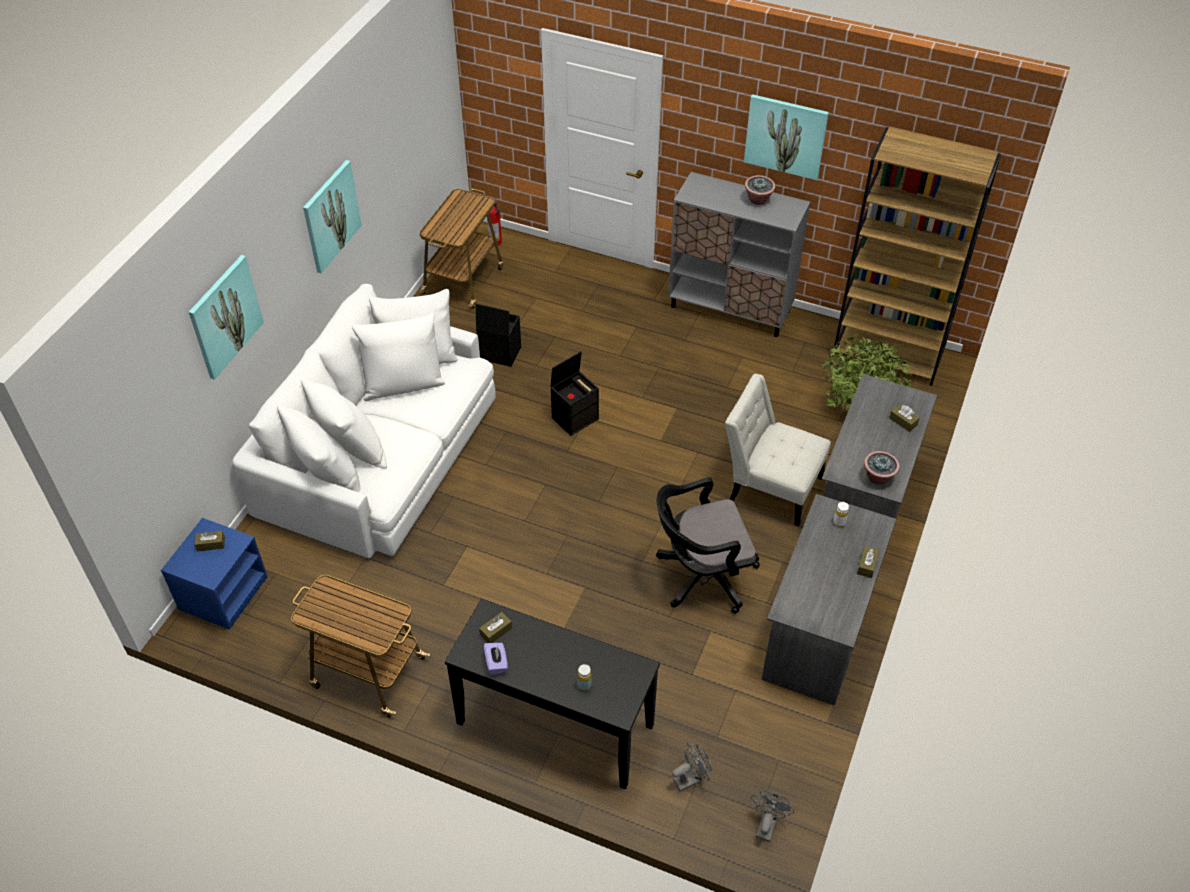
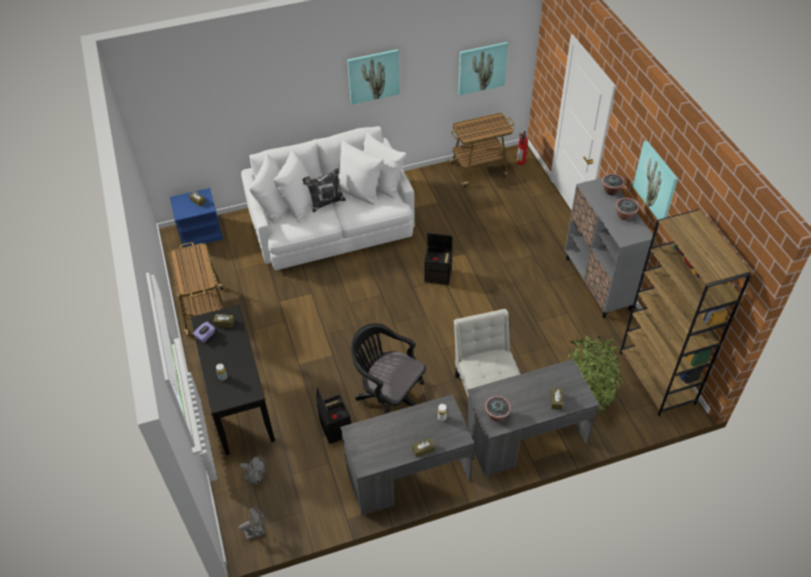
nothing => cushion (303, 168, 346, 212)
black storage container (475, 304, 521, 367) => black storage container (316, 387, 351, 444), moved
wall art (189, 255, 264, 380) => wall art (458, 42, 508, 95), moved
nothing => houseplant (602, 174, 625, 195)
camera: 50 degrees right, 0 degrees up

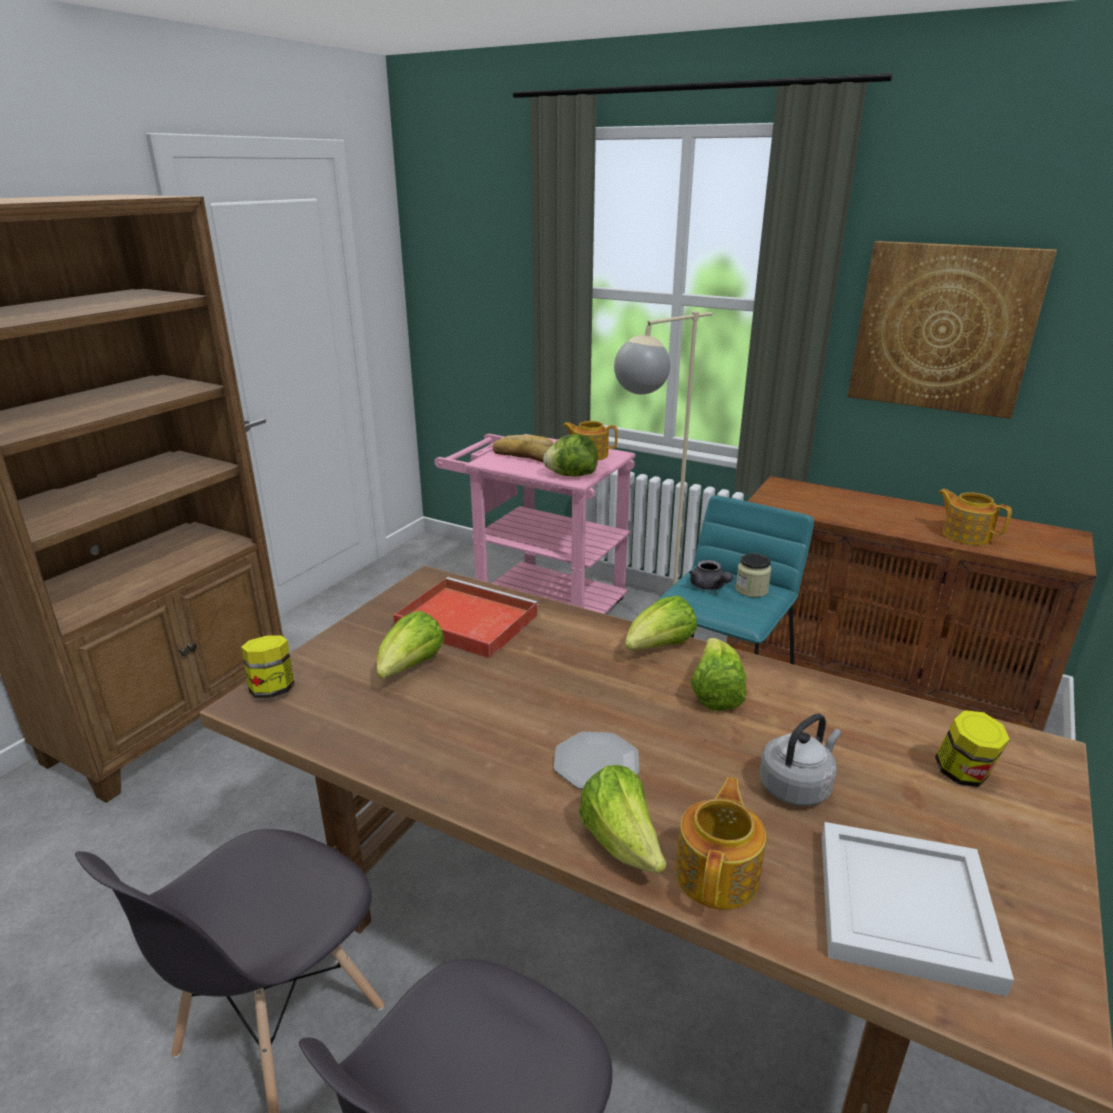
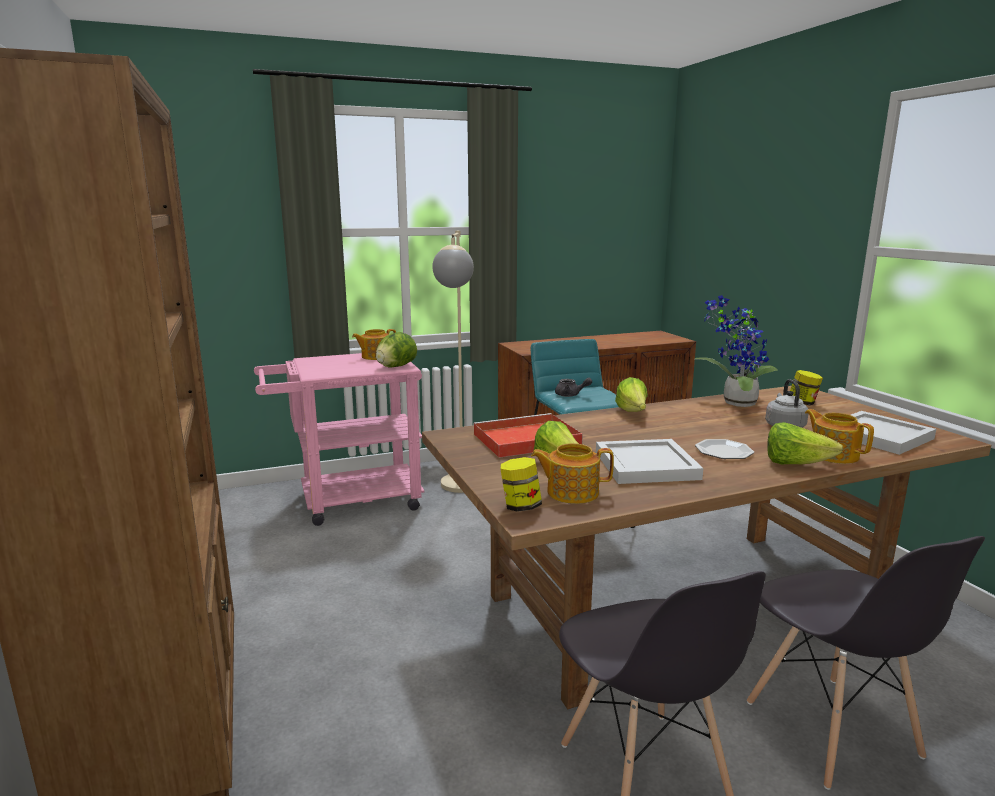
pot for tea (938, 489, 1012, 545) => pot for tea (531, 443, 614, 504), moved
nothing => whitish tray (596, 439, 703, 484)
nothing => houseplant (695, 295, 778, 407)
bread (493, 435, 554, 462) => nothing
lettuce head (690, 638, 747, 711) => nothing
preserve jar (736, 553, 771, 597) => nothing
wall art (847, 241, 1057, 419) => nothing
camera: 50 degrees left, 10 degrees down

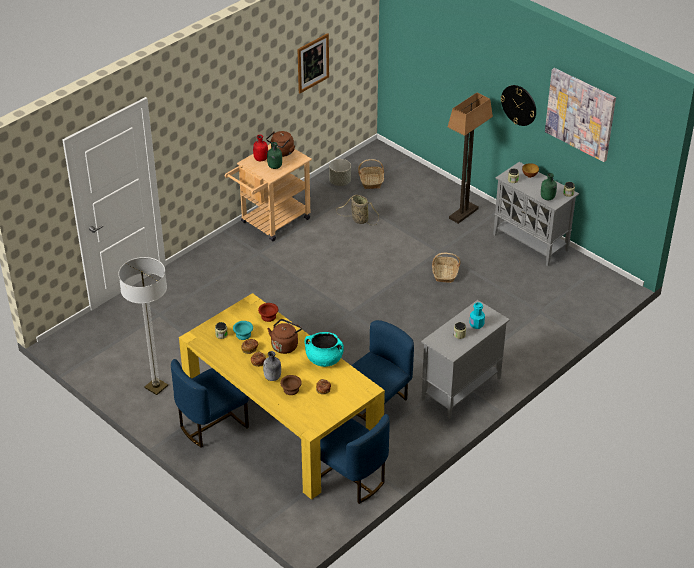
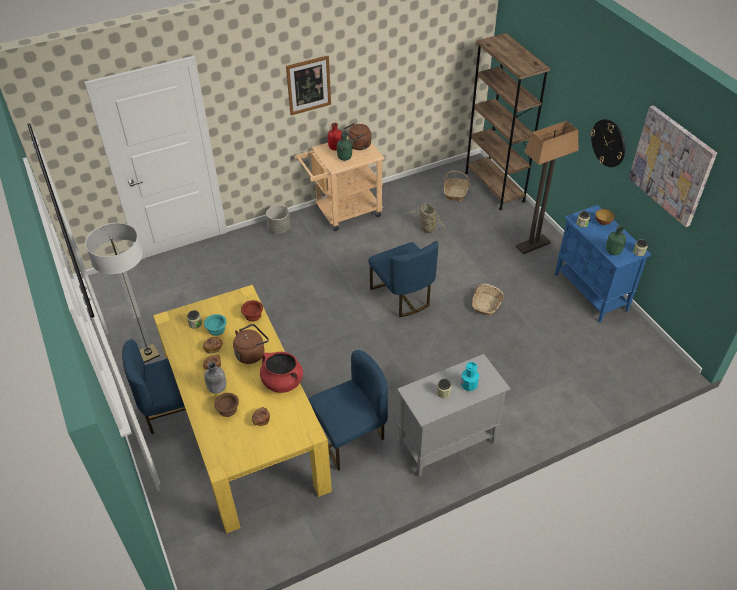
blue-green stockpot (305, 332, 344, 367) => red stockpot (260, 352, 303, 393)
grey plant pot (329, 159, 351, 186) => grey plant pot (266, 205, 290, 234), moved
wall art (298, 33, 329, 93) => wall art (286, 56, 331, 115), moved
blue plain chair (320, 414, 390, 504) => blue plain chair (368, 241, 438, 317), moved
nothing => brown shelving unit (465, 33, 550, 210)
grey cabinet (493, 162, 579, 266) => blue cabinet (555, 205, 651, 323)
camera: 20 degrees right, 5 degrees up

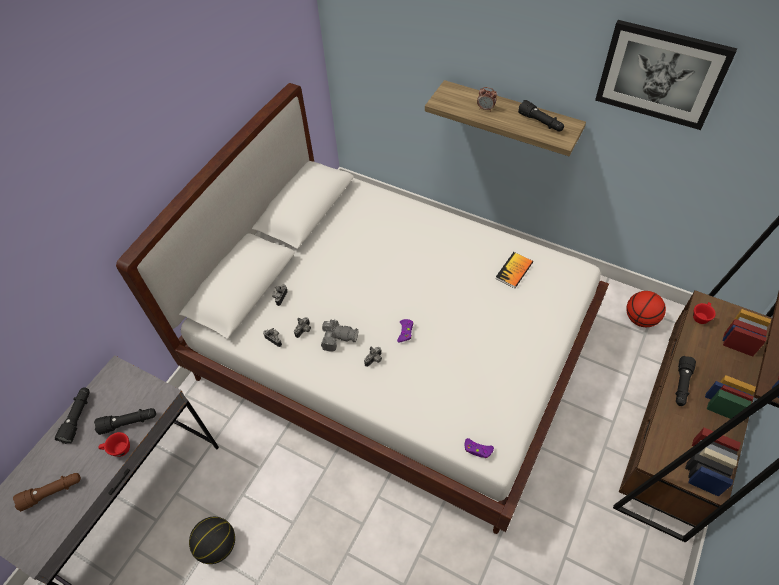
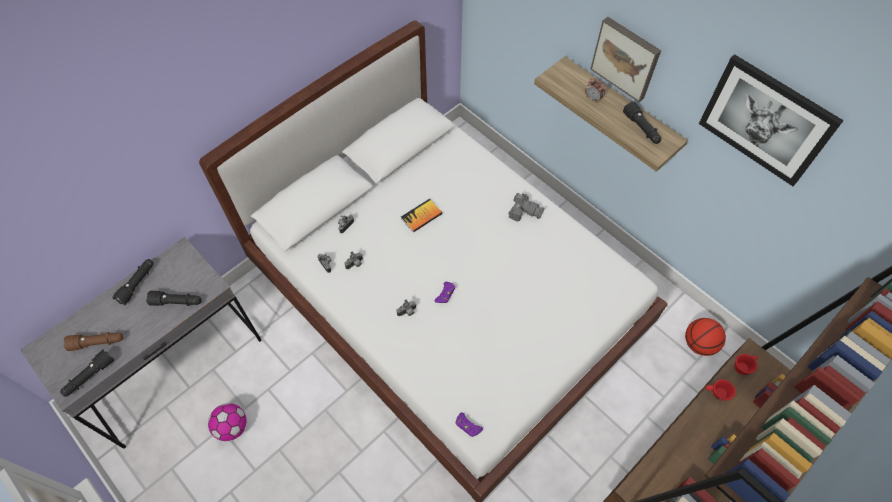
black torch (675, 356, 696, 406) => black torch (60, 349, 114, 397), moved
basketball ball (189, 517, 235, 564) => ball for football (208, 403, 247, 441)
book (496, 252, 533, 288) => book (401, 199, 442, 233), moved
photo camera (321, 319, 358, 352) => photo camera (508, 193, 544, 222), moved
nothing => wall art (591, 17, 661, 102)
red drinking cup (98, 432, 130, 457) => red drinking cup (705, 379, 736, 401), moved
camera: 15 degrees right, 5 degrees up

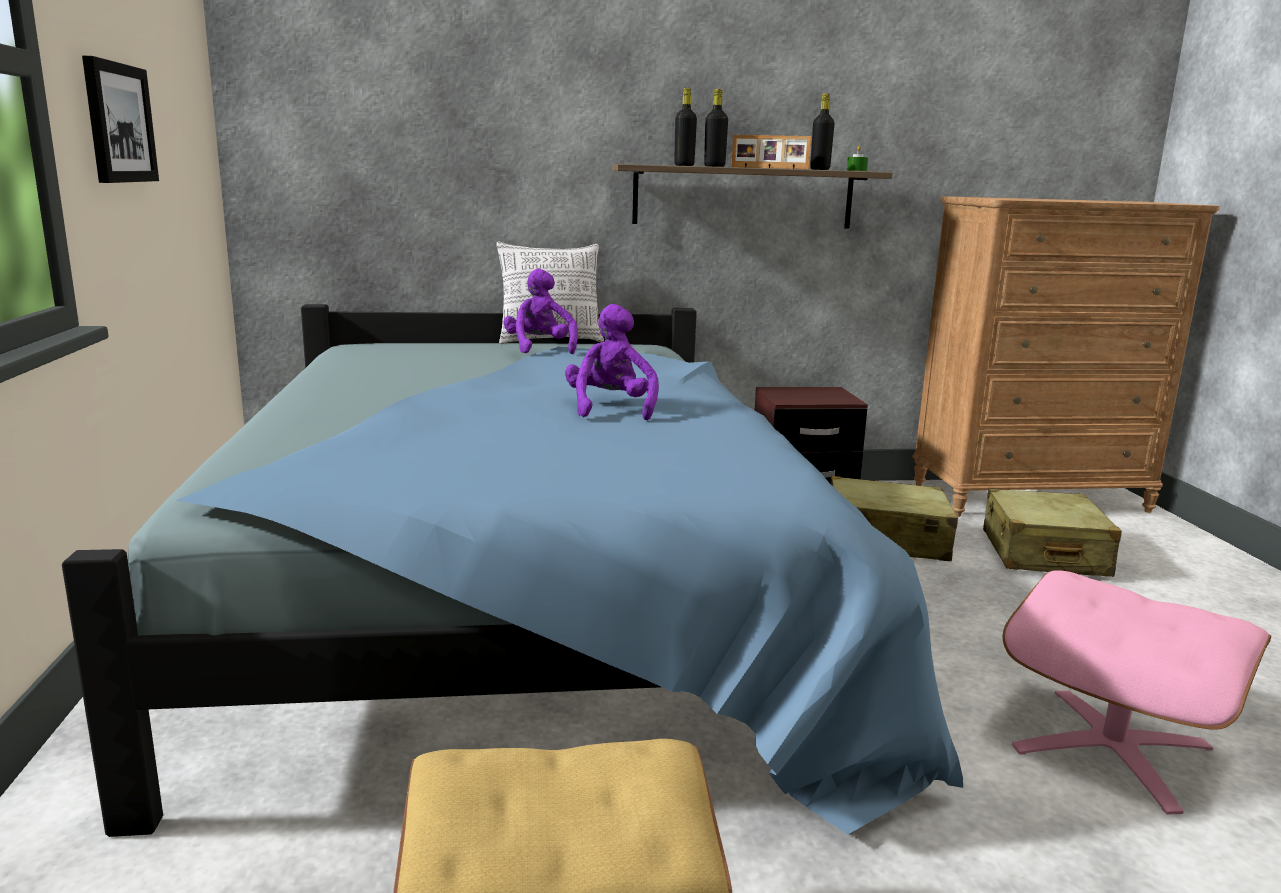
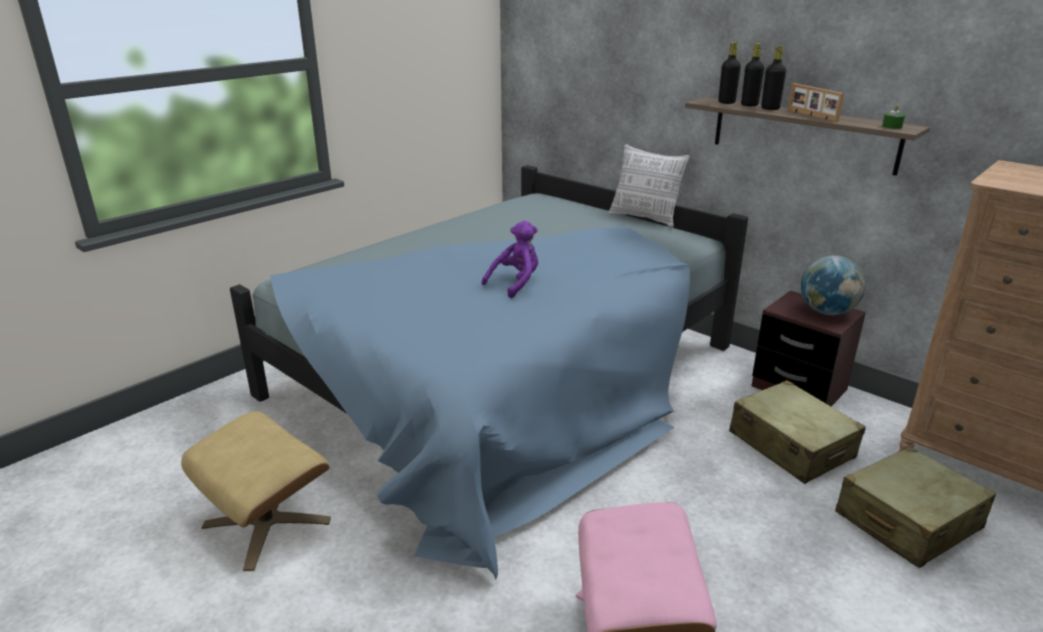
black bottle (810, 93, 834, 170) => black bottle (718, 42, 741, 104), moved
nothing => desk globe (801, 256, 866, 315)
wall art (82, 55, 159, 183) => nothing
purple-coloured soft toy (504, 269, 578, 354) => nothing
camera: 50 degrees right, 10 degrees up

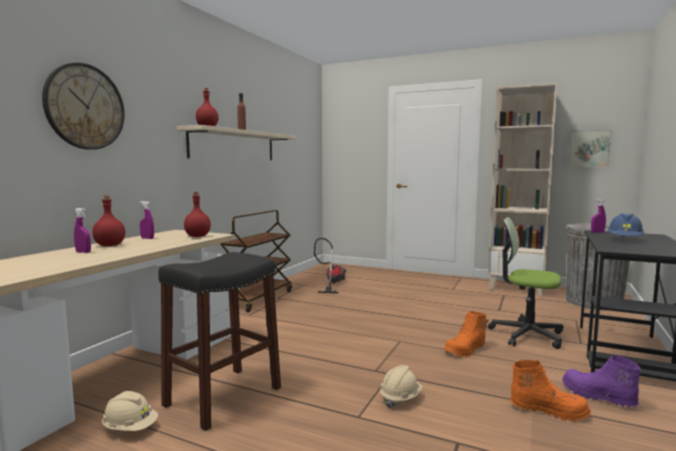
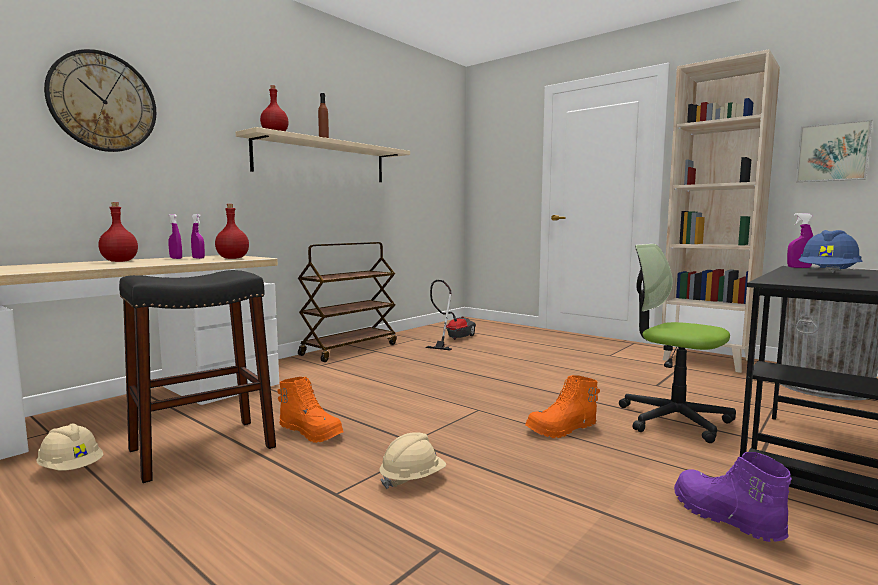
purple-coloured sprayer (74, 208, 91, 253) => purple-coloured sprayer (191, 214, 205, 259), moved
orange high-top boot (510, 360, 591, 421) => orange high-top boot (277, 377, 344, 443), moved
camera: 15 degrees right, 0 degrees up

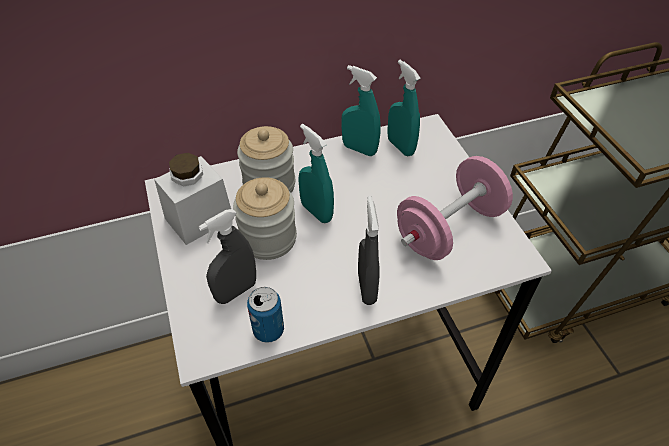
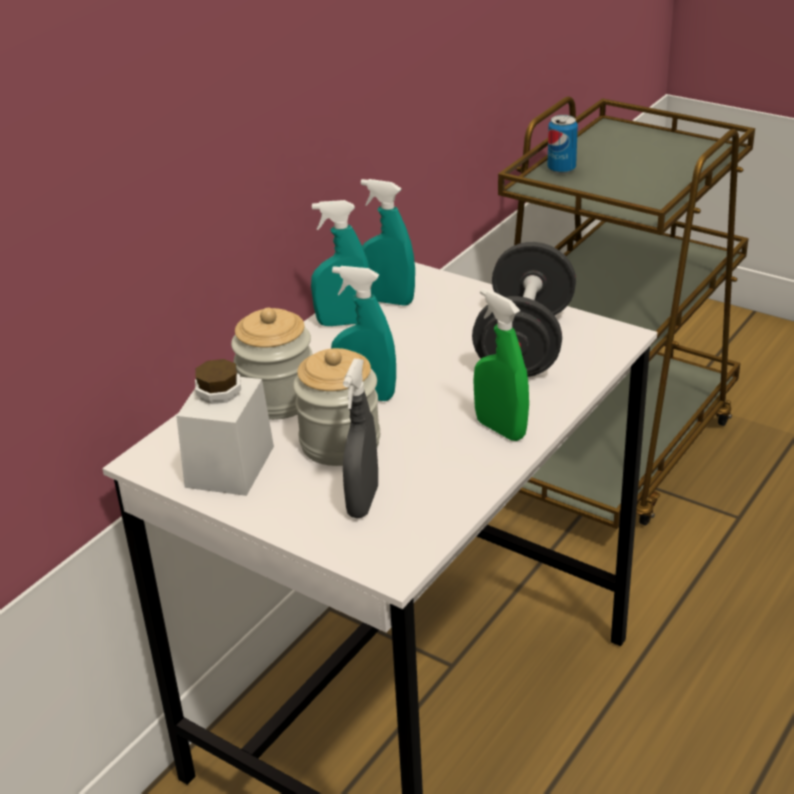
pink hand weight (397, 156, 513, 260) => black hand weight (472, 242, 576, 377)
grey sprayer (358, 196, 380, 305) => green-coloured sprayer (474, 288, 529, 441)
metal can (247, 287, 284, 343) => metal can (547, 115, 578, 174), moved
camera: 35 degrees left, 15 degrees down

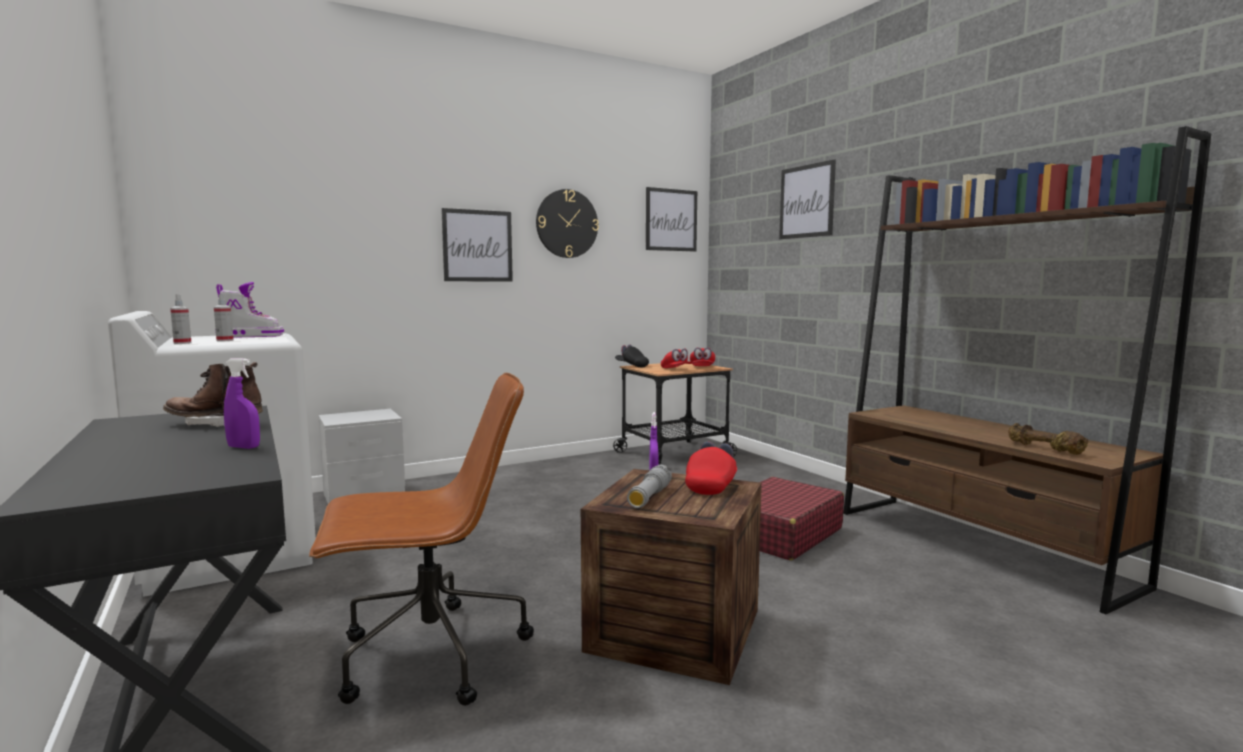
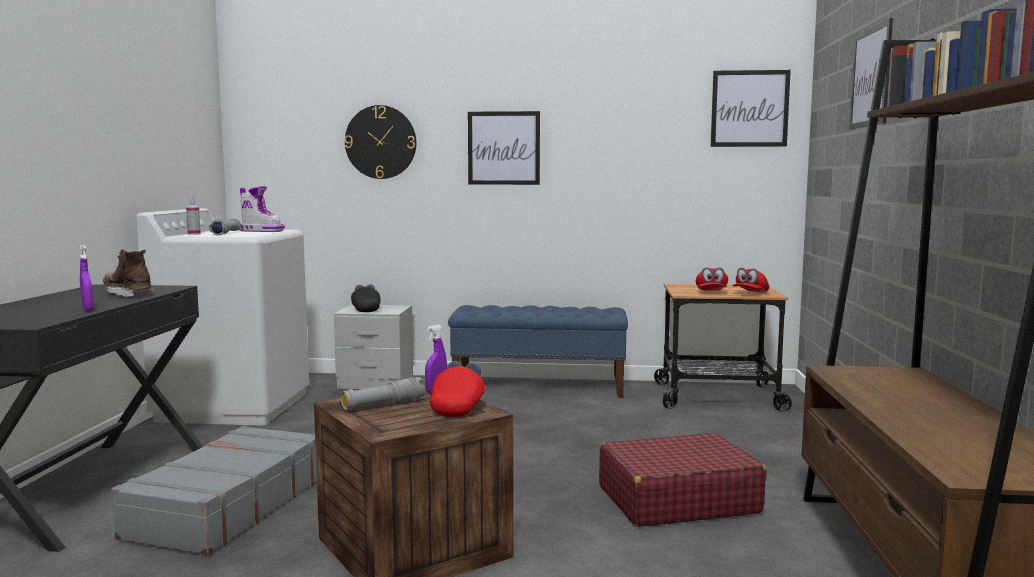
brown desk chair (309, 373, 534, 706) => grey suitcase (111, 425, 317, 555)
sprayer (214, 294, 234, 341) => grey torch (209, 219, 241, 235)
hanging clock (536, 189, 599, 258) => hanging clock (344, 105, 417, 179), moved
black cap (615, 345, 649, 367) => black cap (351, 284, 381, 312), moved
red cap (685, 442, 737, 495) => red cap (430, 361, 486, 417), 45 degrees counterclockwise
nothing => blue indoor bench (448, 305, 628, 398)
brown hand weight (1008, 423, 1088, 455) => nothing
camera: 35 degrees right, 0 degrees up

